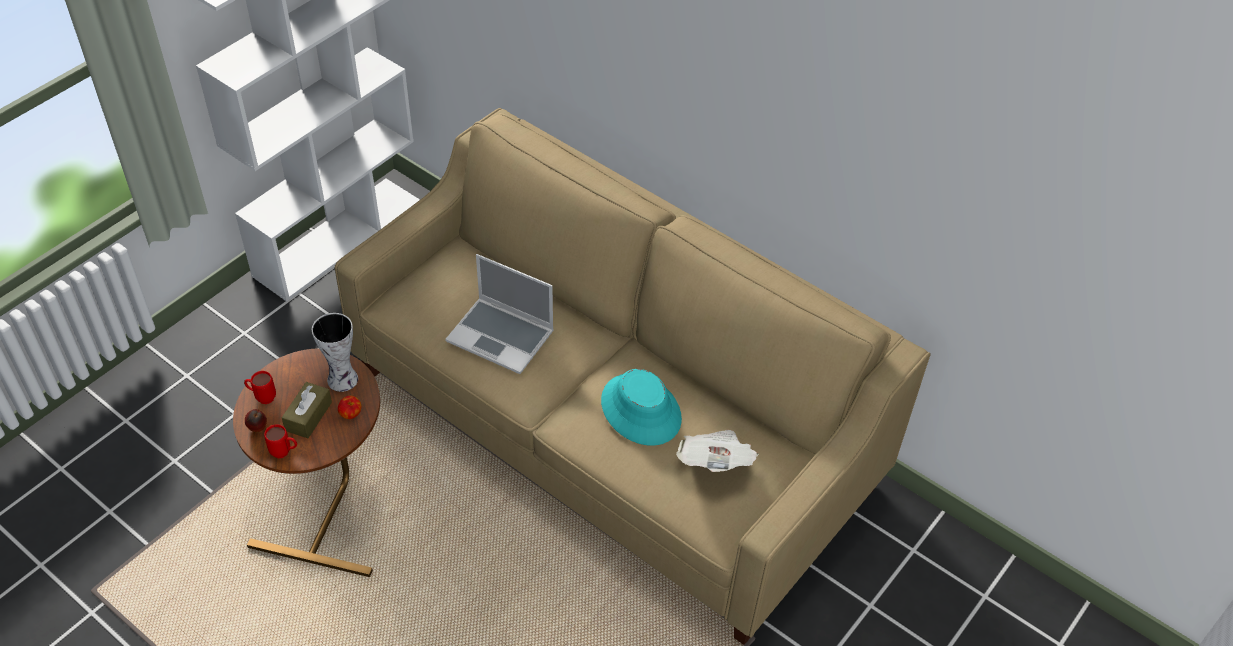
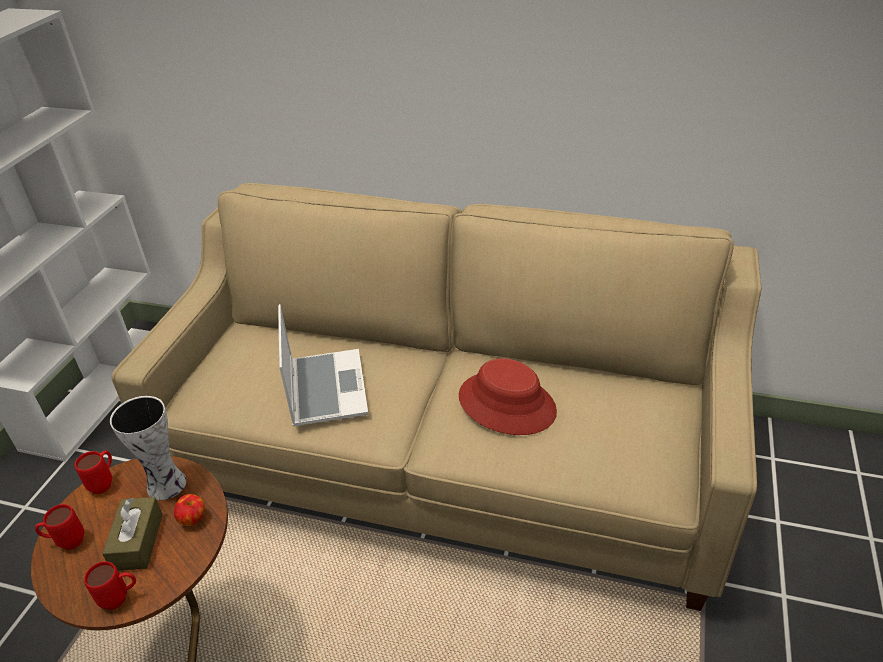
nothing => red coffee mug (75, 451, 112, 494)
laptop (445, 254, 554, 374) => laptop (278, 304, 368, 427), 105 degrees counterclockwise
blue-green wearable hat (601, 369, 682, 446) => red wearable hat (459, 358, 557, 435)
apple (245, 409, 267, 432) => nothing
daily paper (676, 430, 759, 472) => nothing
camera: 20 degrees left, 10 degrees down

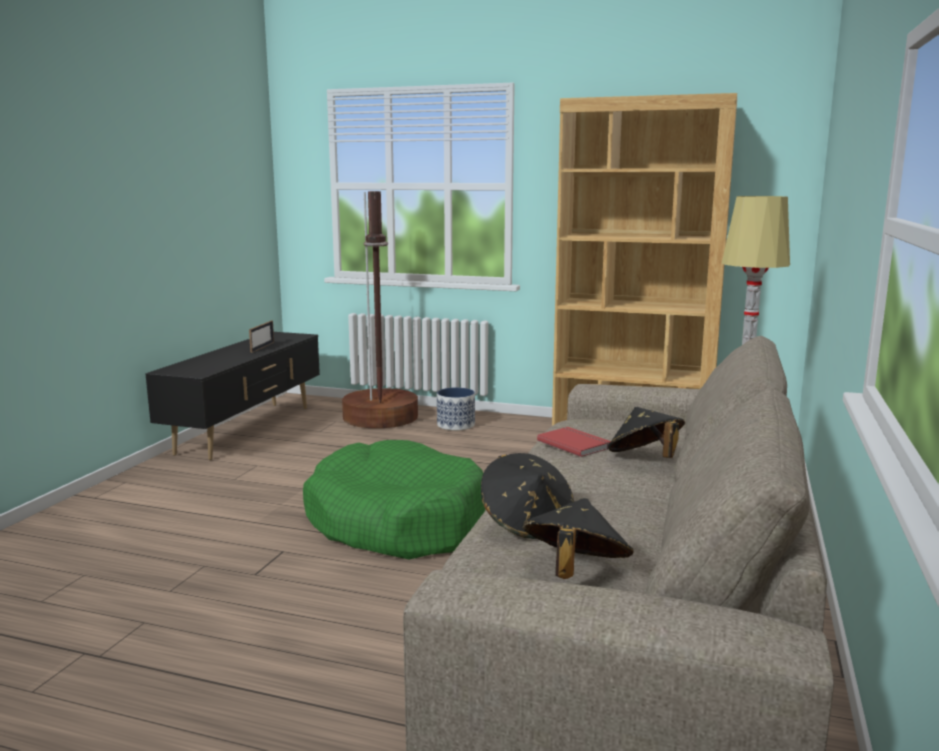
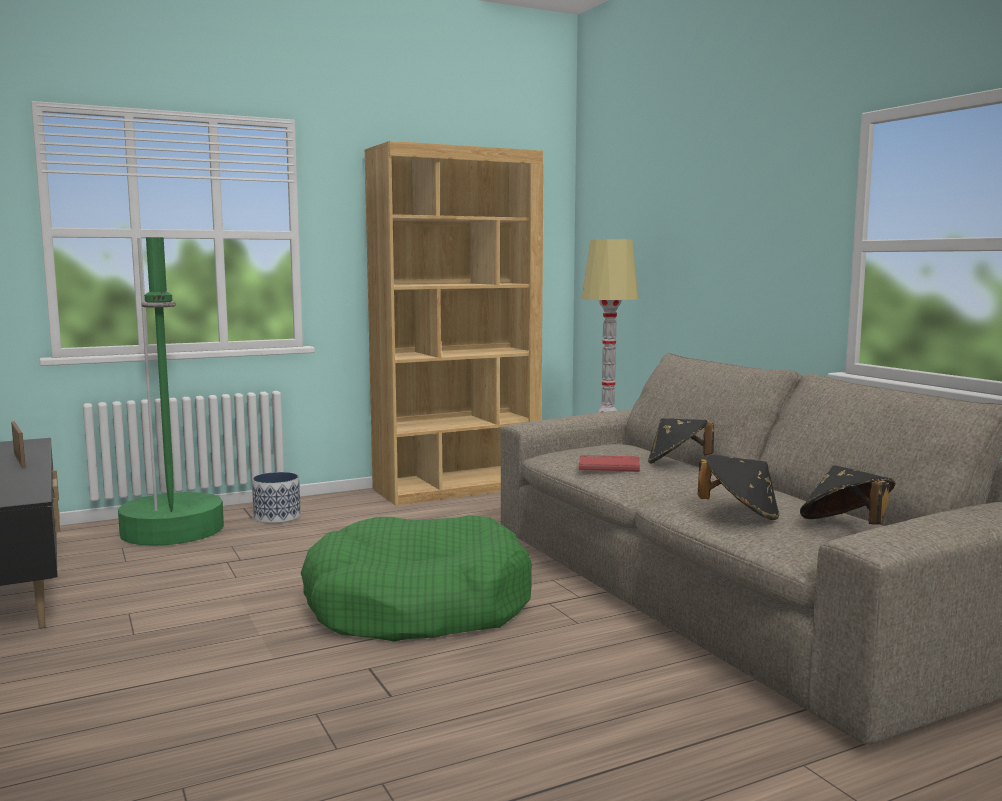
brown standing lamp (342, 191, 418, 428) => green-coloured standing lamp (118, 237, 224, 546)
camera: 45 degrees left, 5 degrees down

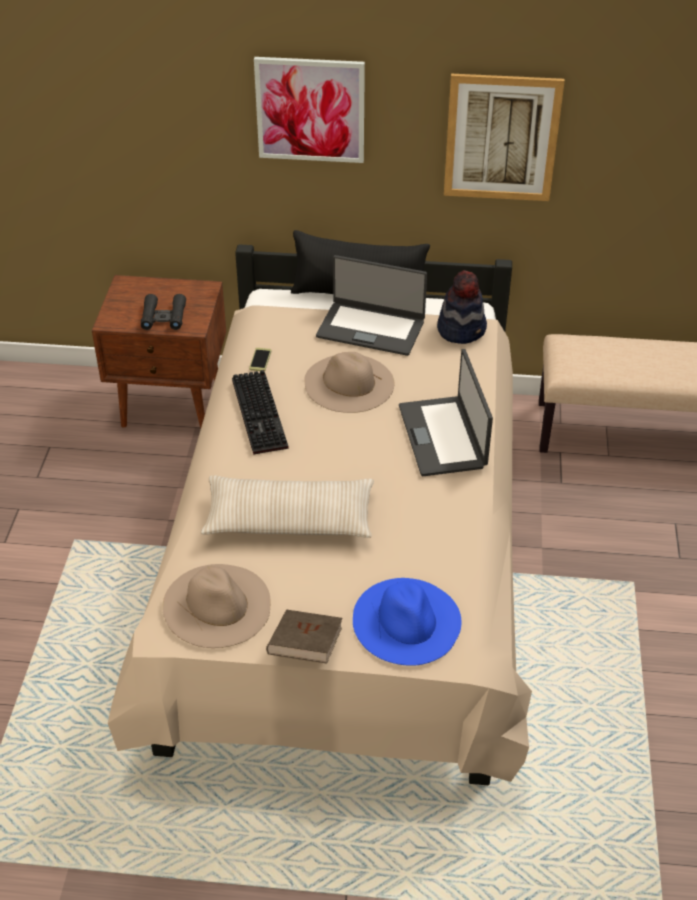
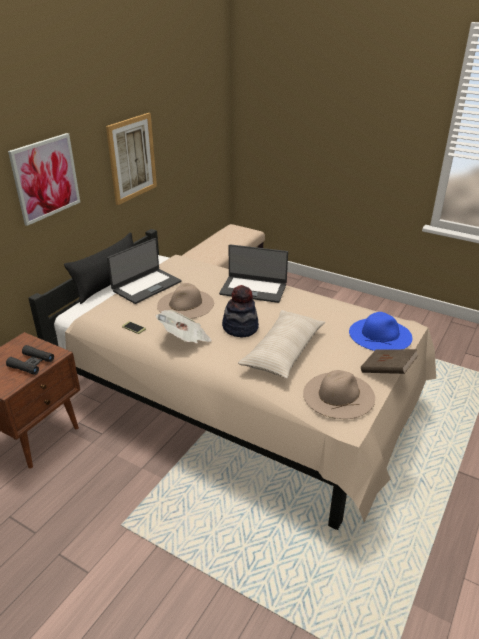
computer keyboard (232, 370, 289, 455) => daily paper (155, 310, 212, 343)
wearable hat (437, 270, 487, 344) => wearable hat (222, 285, 259, 338), moved
camera: 65 degrees left, 10 degrees down

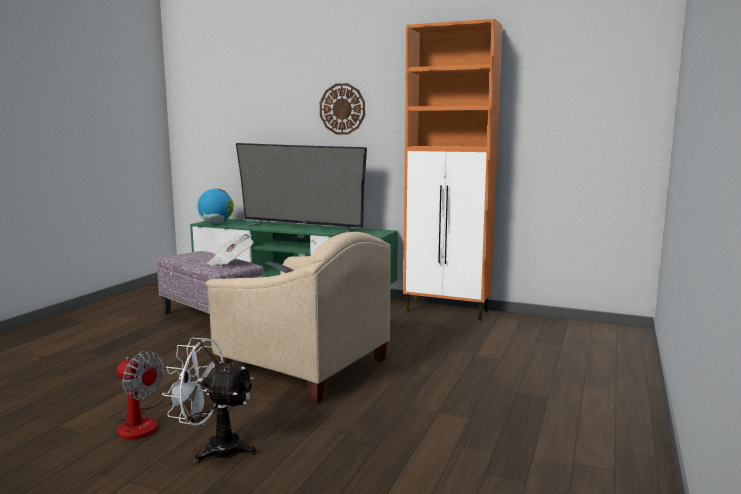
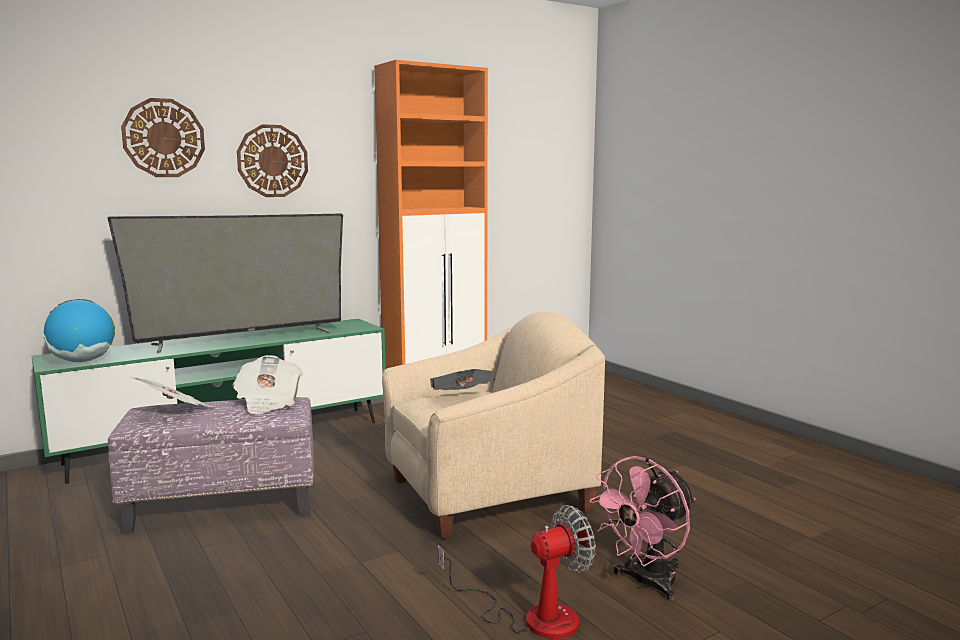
nothing => hanging clock (121, 98, 205, 177)
nothing => daily paper (133, 378, 213, 407)
whitish cooling fan (162, 338, 256, 464) => pink cooling fan (589, 456, 695, 601)
camera: 55 degrees left, 0 degrees up

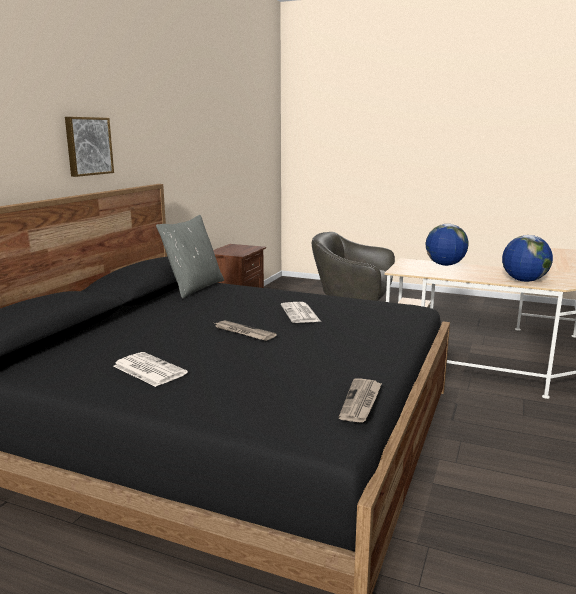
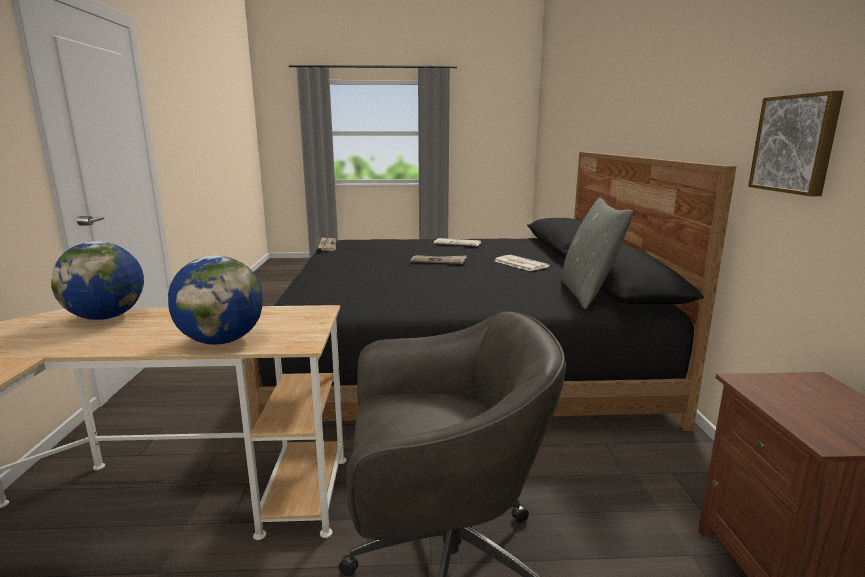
daily paper (281, 302, 320, 323) => daily paper (495, 255, 550, 271), moved
wall art (65, 117, 114, 177) => wall art (748, 91, 844, 196), moved
camera: 155 degrees right, 0 degrees up

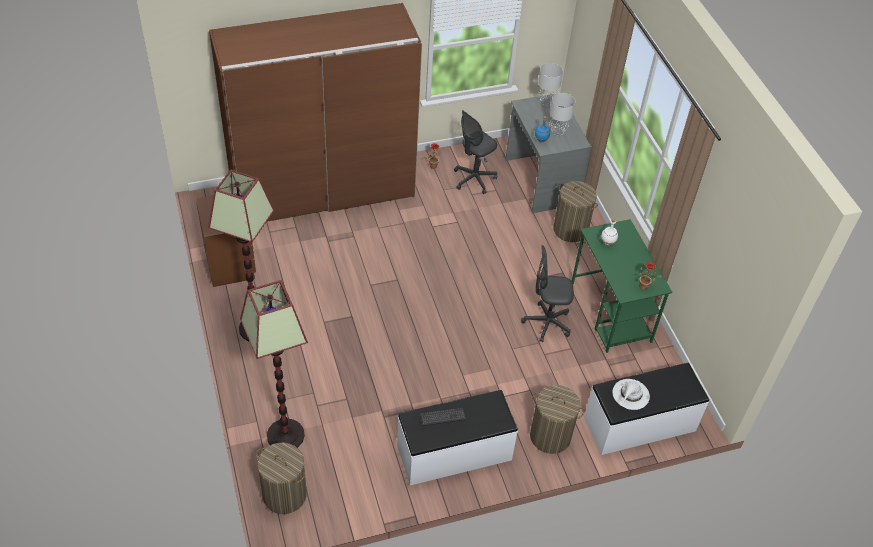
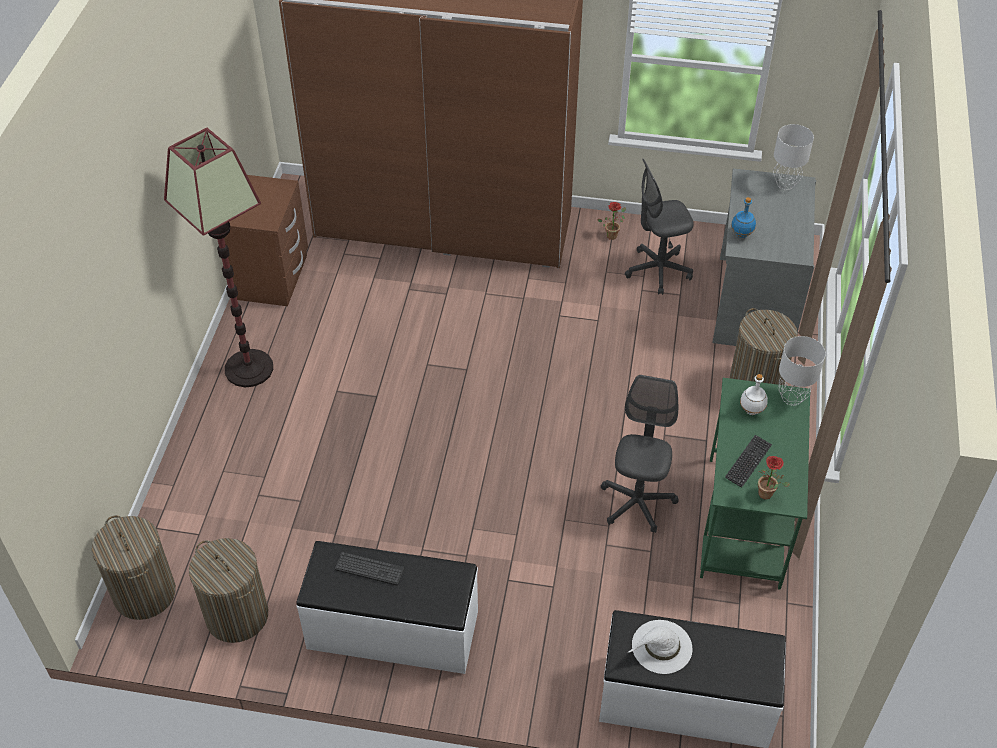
hamper (530, 385, 585, 454) => hamper (189, 538, 268, 643), moved
grey desk chair (521, 245, 574, 343) => grey desk chair (601, 375, 679, 533), 75 degrees clockwise
nothing => computer keyboard (725, 435, 772, 488)
grey table lamp (549, 93, 575, 135) => grey table lamp (778, 336, 826, 406), moved
standing lamp (240, 280, 308, 448) => nothing
camera: 30 degrees right, 0 degrees up

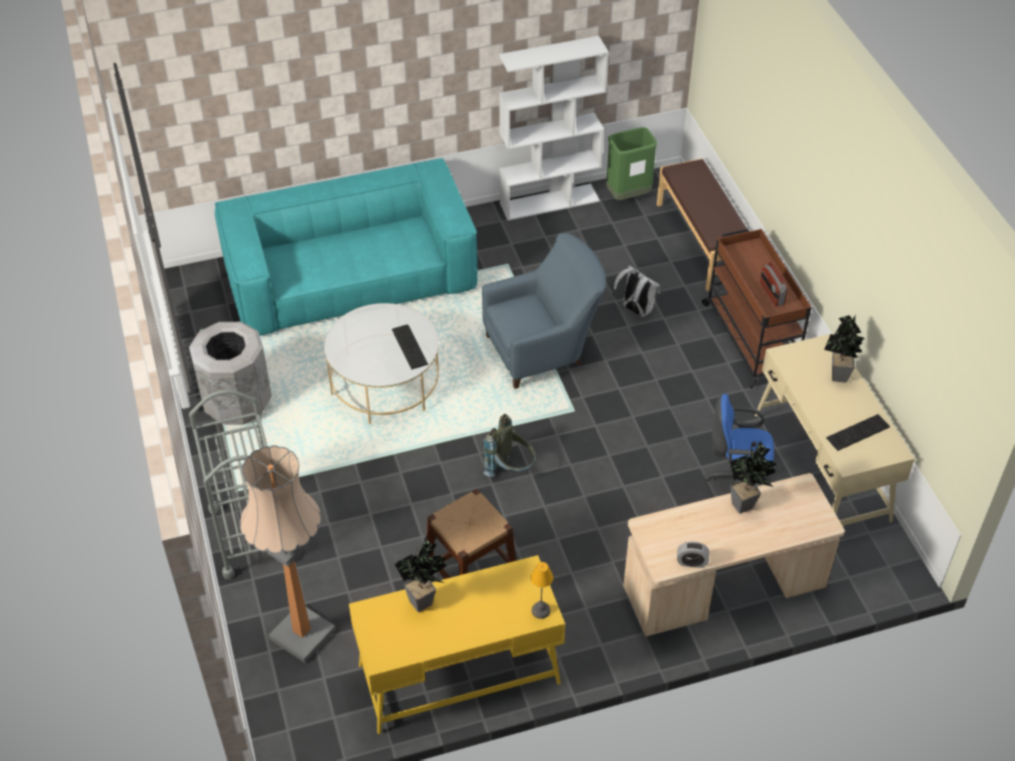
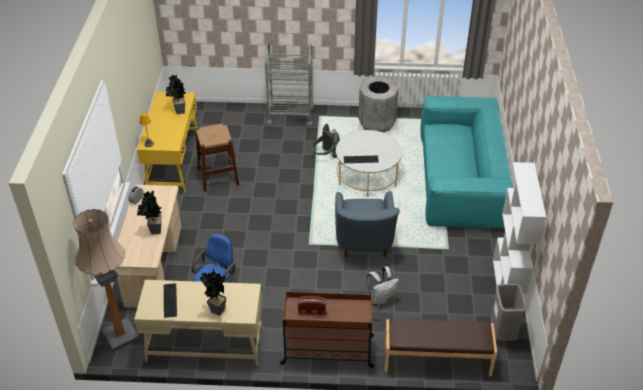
standing lamp (240, 445, 336, 663) => standing lamp (73, 209, 140, 352), moved
grey knapsack (483, 414, 536, 477) => grey knapsack (312, 124, 340, 158), moved
green-coloured waste bin (606, 127, 657, 200) => grey waste bin (490, 284, 526, 341)
camera: 110 degrees right, 5 degrees down

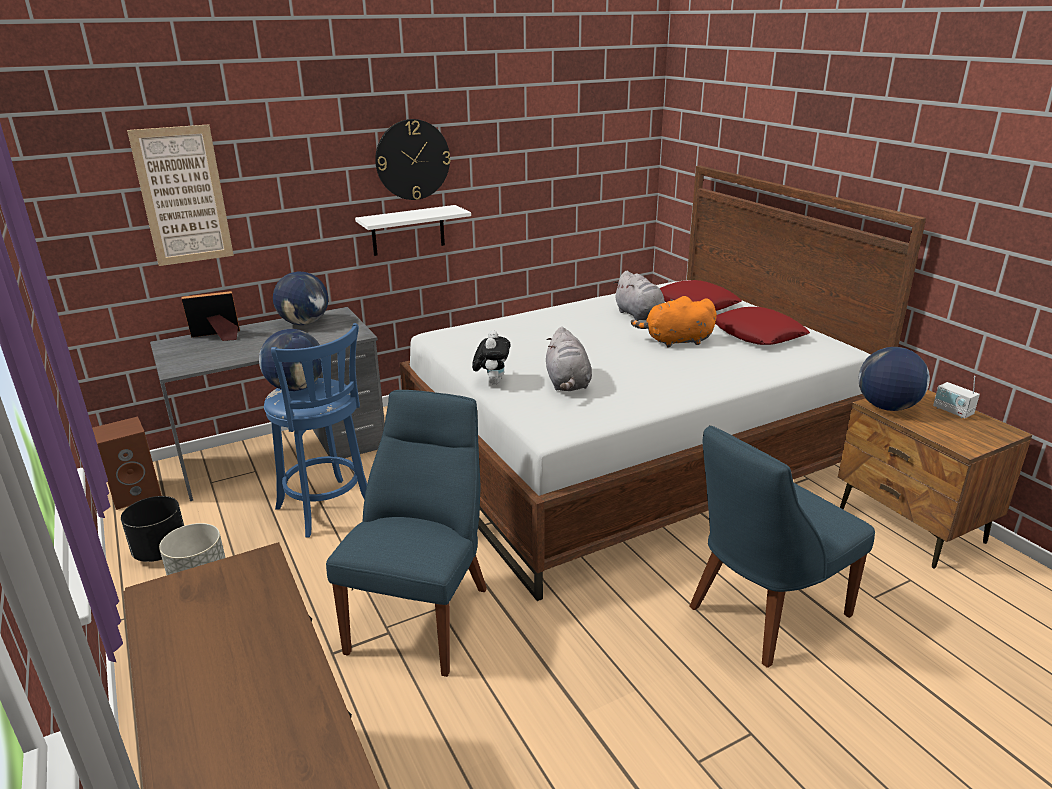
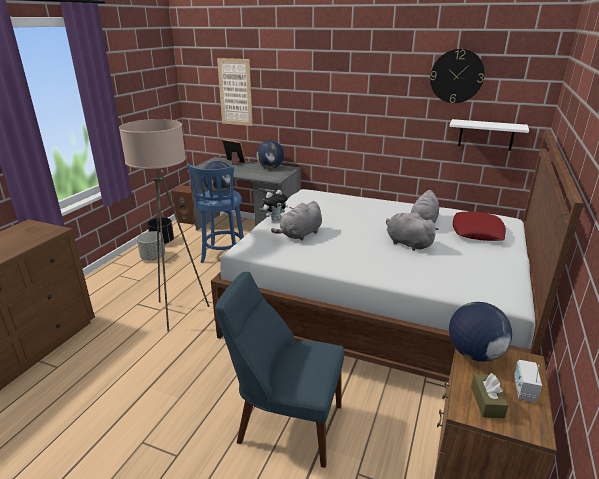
blue plain chair (326, 390, 487, 677) => beige-coloured standing lamp (119, 119, 209, 332)
orange soft toy (631, 296, 717, 347) => grey soft toy (386, 212, 439, 251)
hanging clock (375, 119, 450, 200) => hanging clock (430, 49, 485, 103), moved
whitish shelf (355, 205, 471, 256) => whitish shelf (449, 119, 529, 151), moved
nothing => brown tissue box (471, 373, 509, 418)
red cushion (715, 307, 810, 345) => nothing
camera: 50 degrees right, 0 degrees up

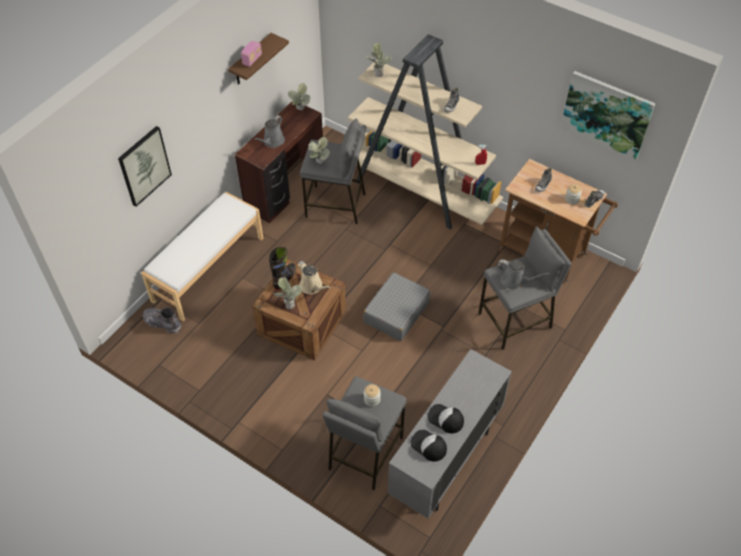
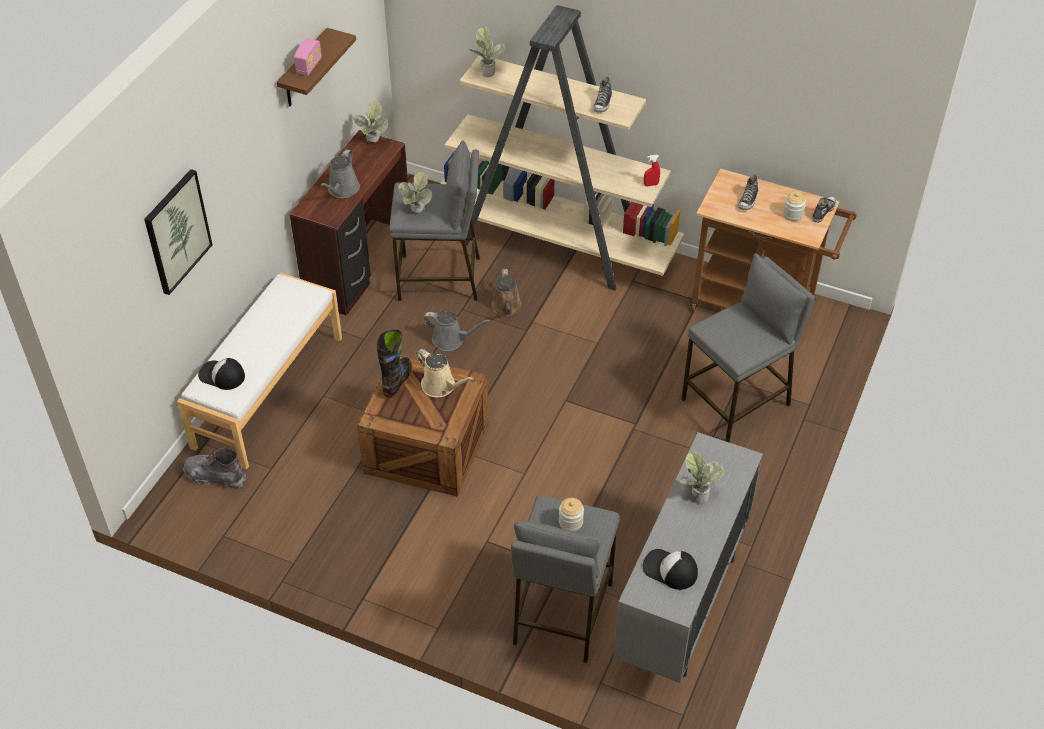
cap (427, 404, 464, 433) => cap (198, 358, 245, 390), moved
grey watering pot (497, 259, 550, 290) => grey watering pot (423, 311, 490, 351), moved
nothing => brown watering pot (492, 269, 522, 316)
houseplant (274, 277, 302, 309) => houseplant (679, 451, 724, 504), moved
grey suitcase (363, 273, 430, 341) => nothing
wall art (560, 71, 656, 160) => nothing
camera: 10 degrees left, 5 degrees down

